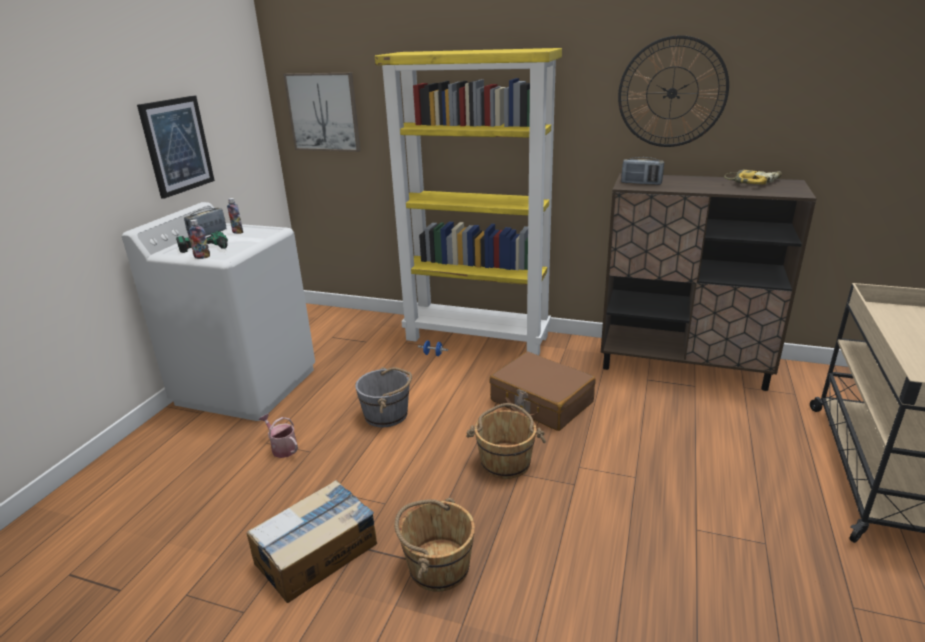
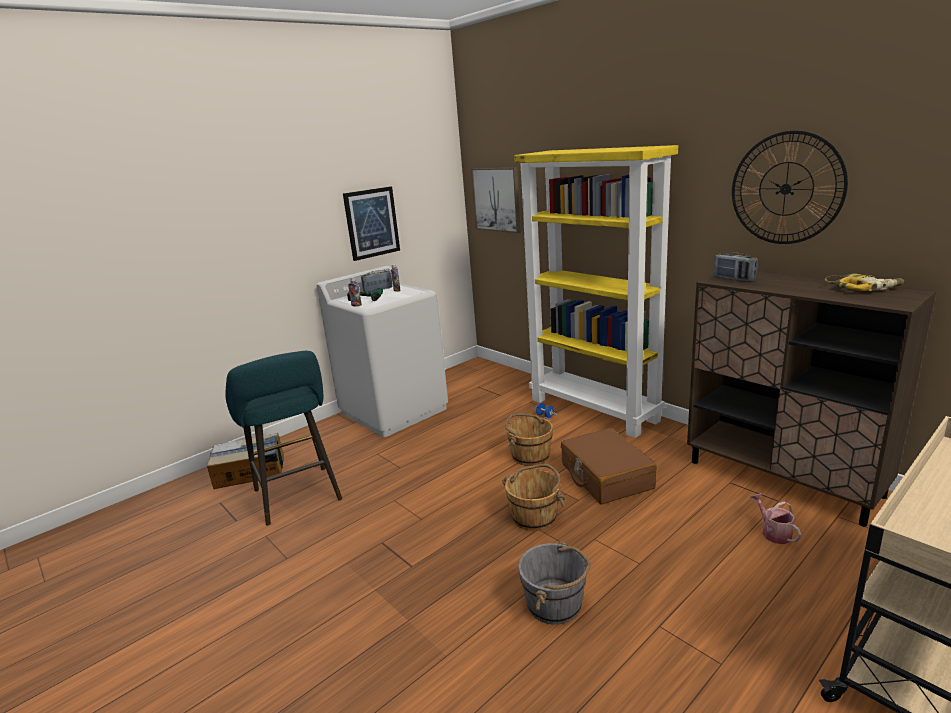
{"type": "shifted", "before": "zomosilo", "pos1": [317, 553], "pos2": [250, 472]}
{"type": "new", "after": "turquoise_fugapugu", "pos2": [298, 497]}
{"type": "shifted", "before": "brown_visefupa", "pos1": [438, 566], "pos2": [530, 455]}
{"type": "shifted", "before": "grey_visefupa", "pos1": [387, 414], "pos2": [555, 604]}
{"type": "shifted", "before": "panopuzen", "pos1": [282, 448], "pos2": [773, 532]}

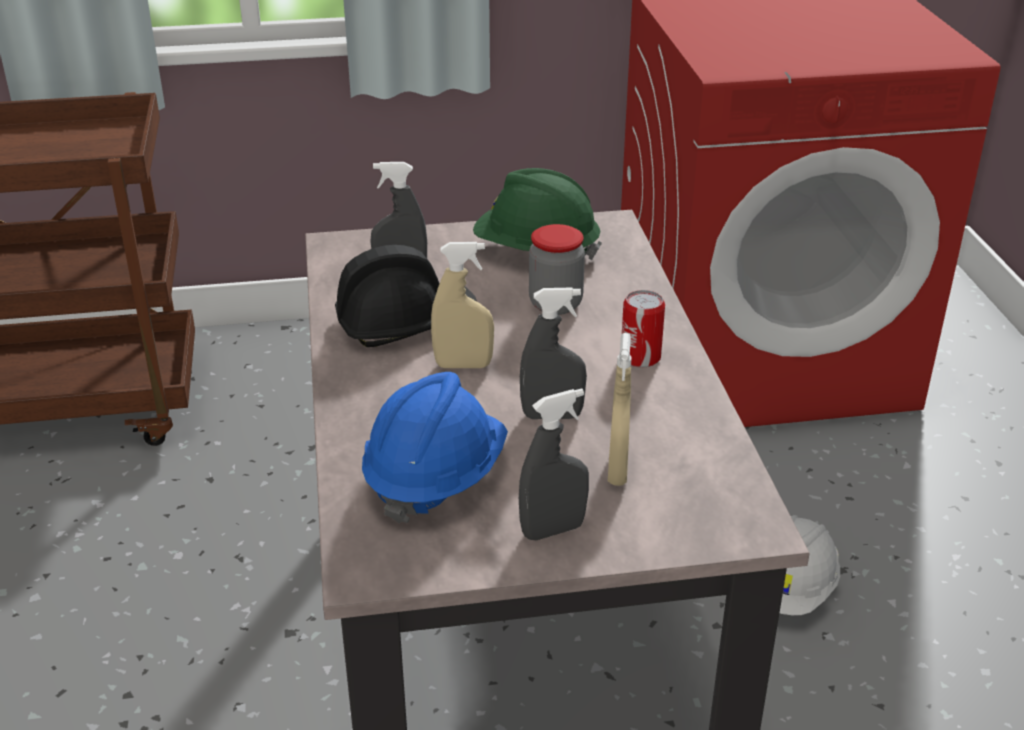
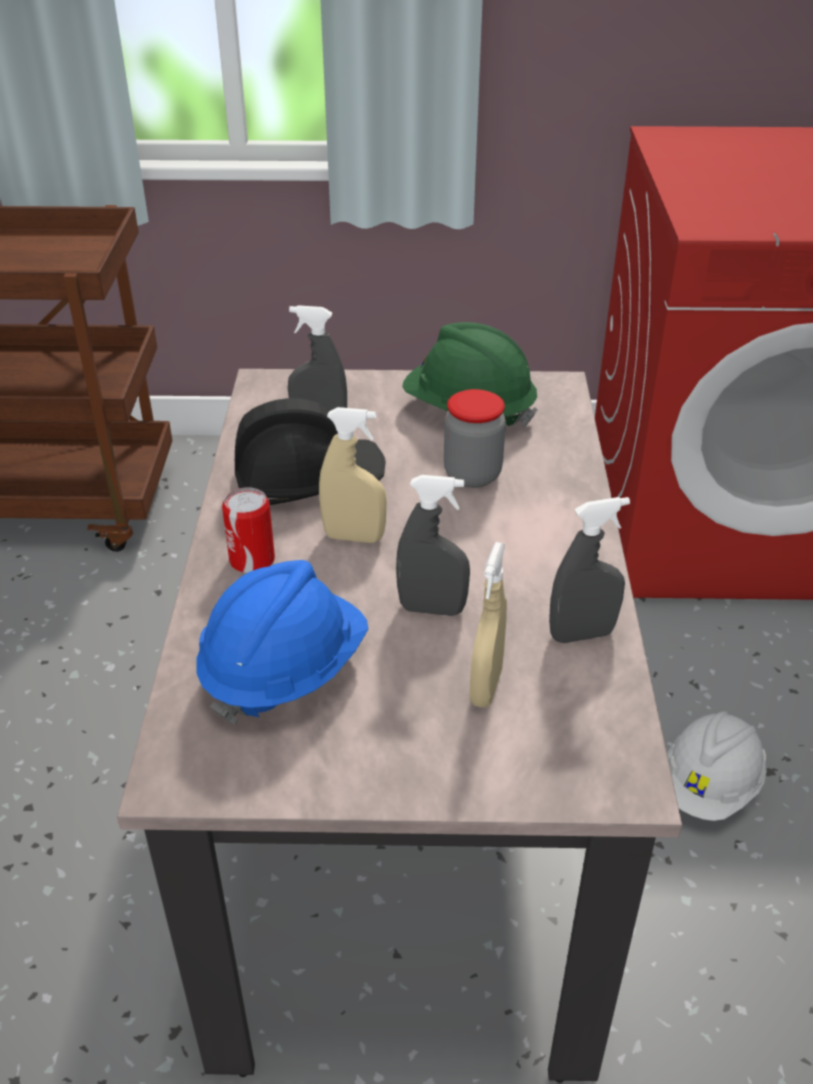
{"type": "shifted", "before": "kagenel", "pos1": [640, 357], "pos2": [252, 560]}
{"type": "shifted", "before": "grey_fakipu", "pos1": [553, 530], "pos2": [582, 634]}

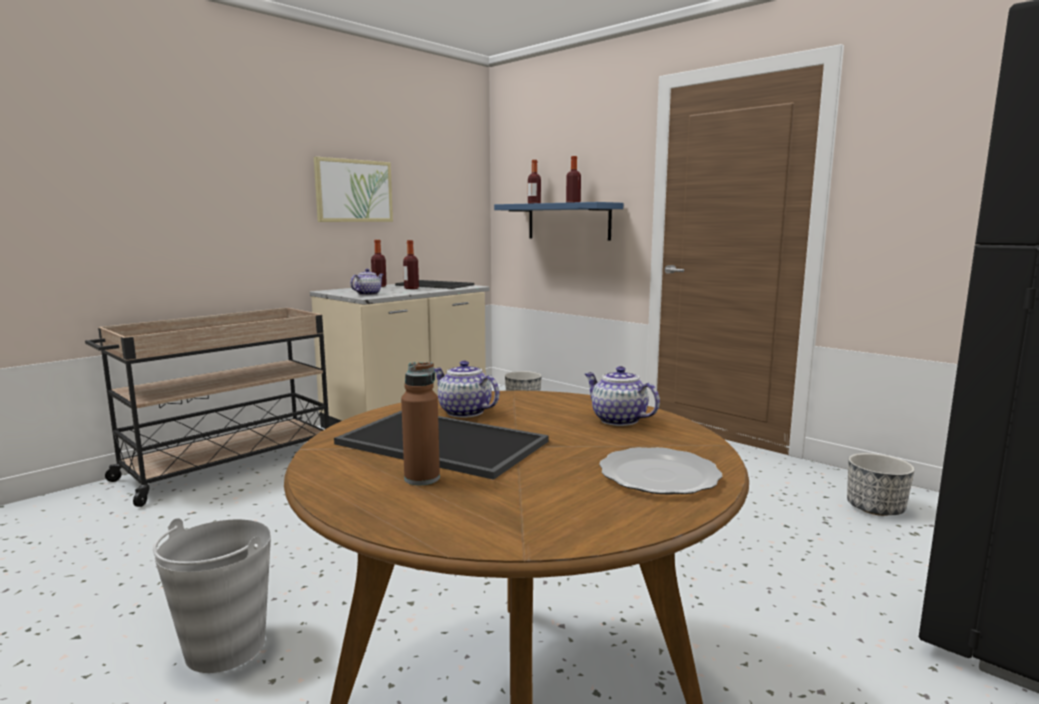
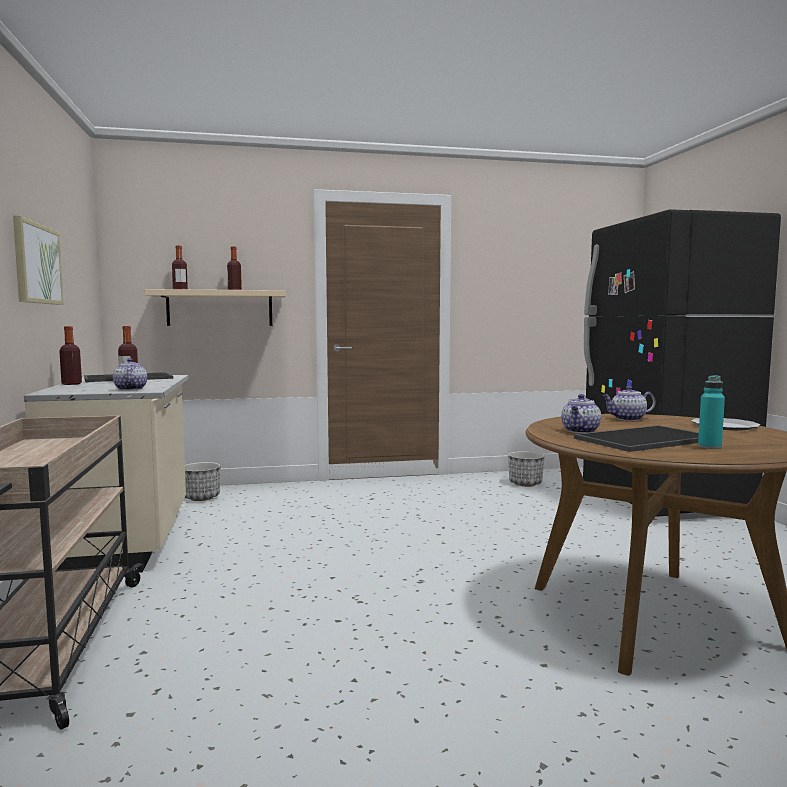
{"type": "repainted", "before": "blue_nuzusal", "after": "beige_nuzusal", "pos1": [568, 221], "pos2": [220, 308]}
{"type": "rotated", "before": "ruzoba", "pos1": [463, 412], "pos2": [580, 431], "turn": -45}
{"type": "repainted", "before": "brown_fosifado", "after": "turquoise_fosifado", "pos1": [422, 478], "pos2": [709, 447]}
{"type": "gone", "before": "grey_visefupa", "pos1": [224, 648]}

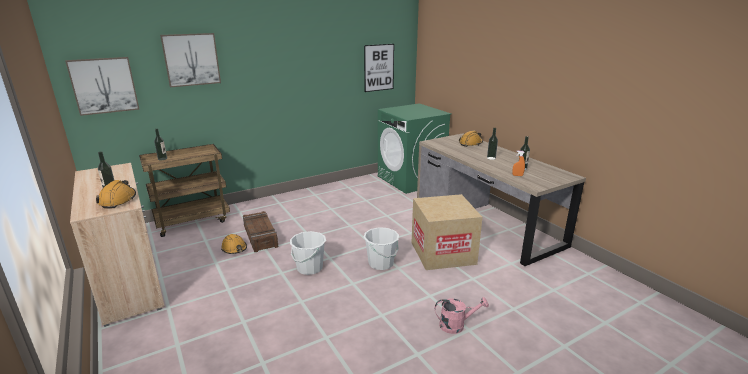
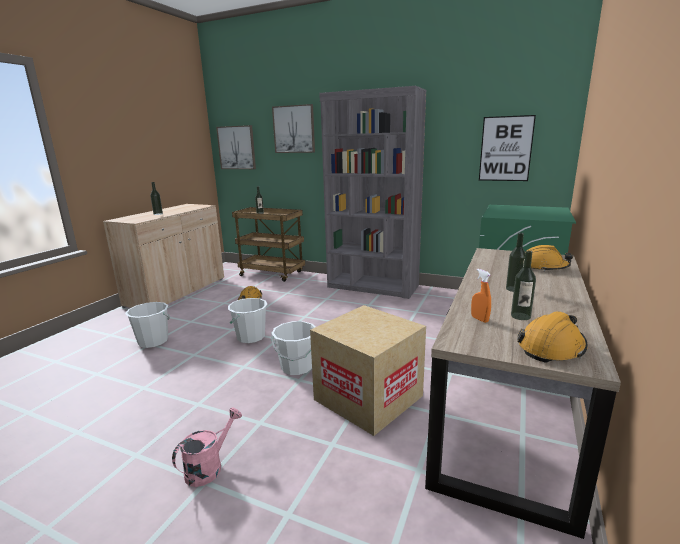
{"type": "new", "after": "white_visefupa", "pos2": [153, 341]}
{"type": "rotated", "before": "pink_panopuzen", "pos1": [456, 325], "pos2": [209, 467], "turn": -105}
{"type": "new", "after": "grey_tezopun", "pos2": [373, 286]}
{"type": "shifted", "before": "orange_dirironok", "pos1": [118, 200], "pos2": [551, 348]}
{"type": "gone", "before": "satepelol", "pos1": [261, 236]}

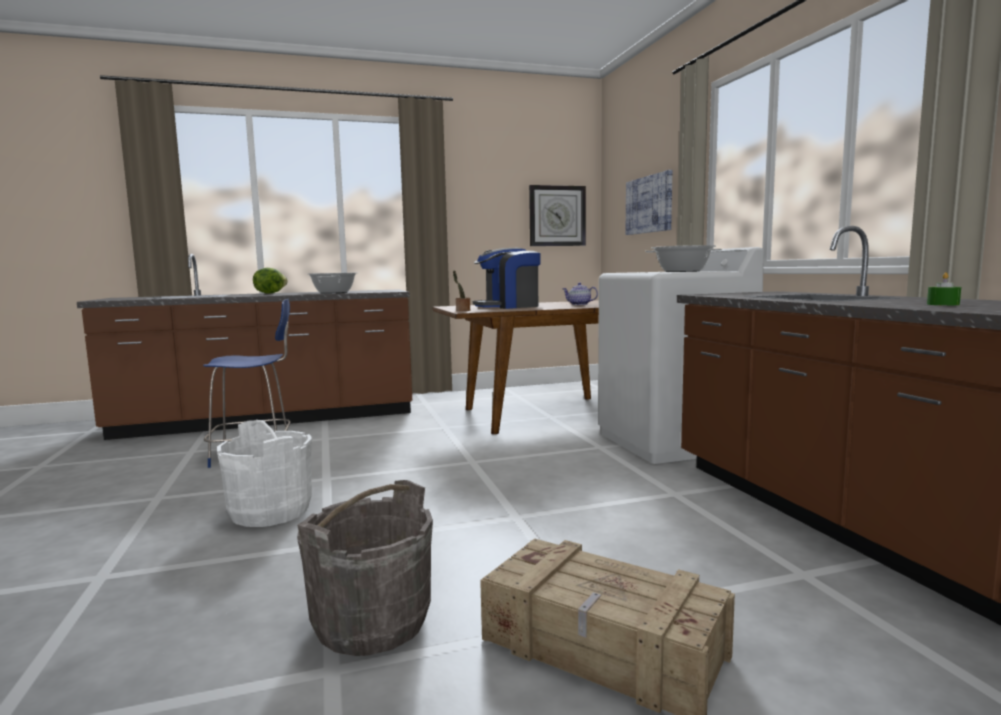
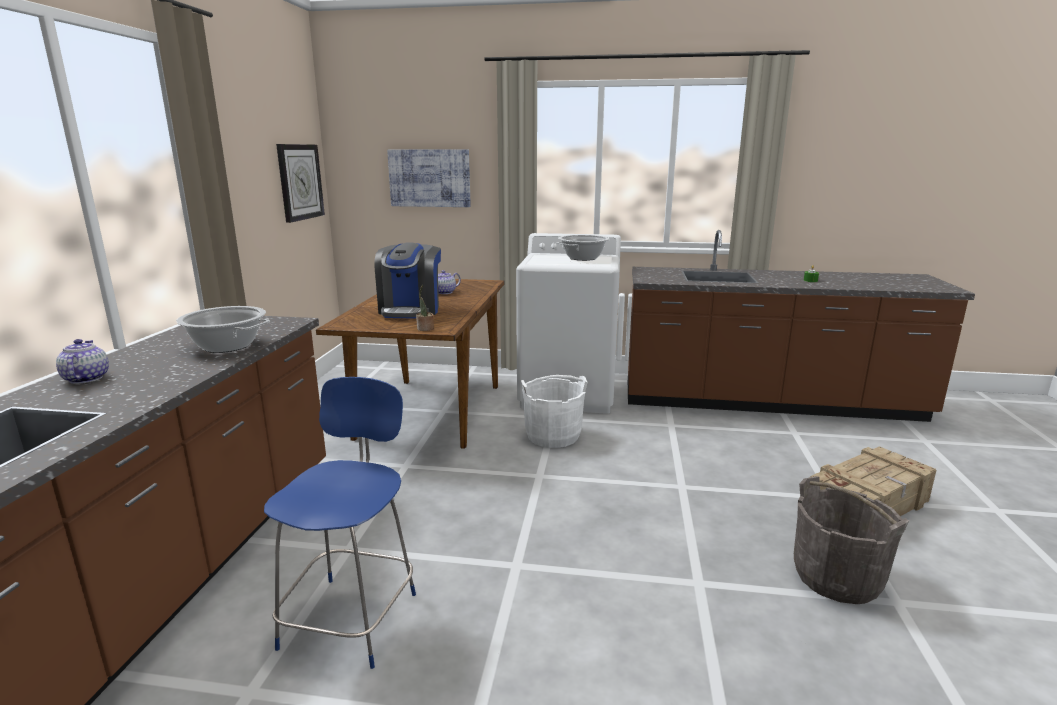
{"type": "swapped", "before": "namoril", "after": "ruzoba", "pos1": [270, 293], "pos2": [86, 378]}
{"type": "shifted", "before": "white_visefupa", "pos1": [270, 511], "pos2": [553, 436]}

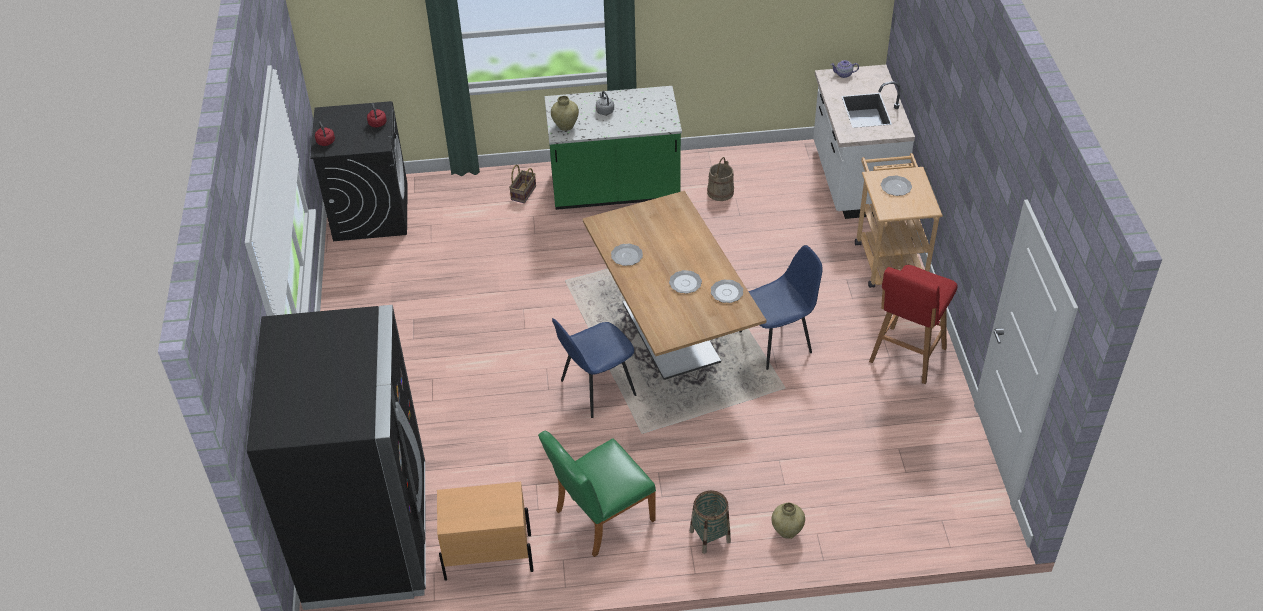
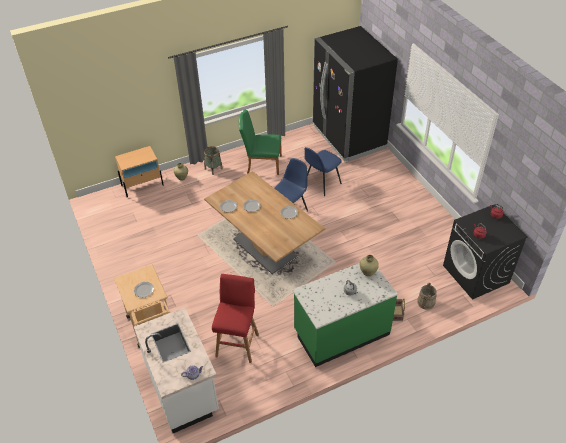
{"type": "shifted", "before": "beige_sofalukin", "pos1": [487, 556], "pos2": [142, 185]}
{"type": "shifted", "before": "red_fugapugu", "pos1": [906, 357], "pos2": [238, 344]}
{"type": "rotated", "before": "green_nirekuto", "pos1": [599, 518], "pos2": [261, 164], "turn": -120}
{"type": "shifted", "before": "blue_nirekuto", "pos1": [777, 341], "pos2": [321, 183]}
{"type": "shifted", "before": "beige_visefupa", "pos1": [720, 192], "pos2": [426, 302]}

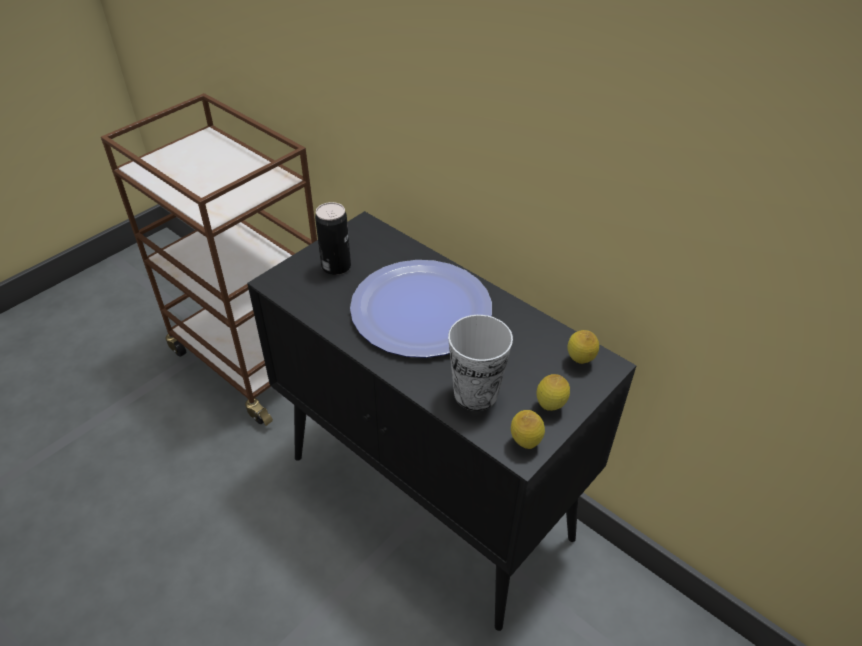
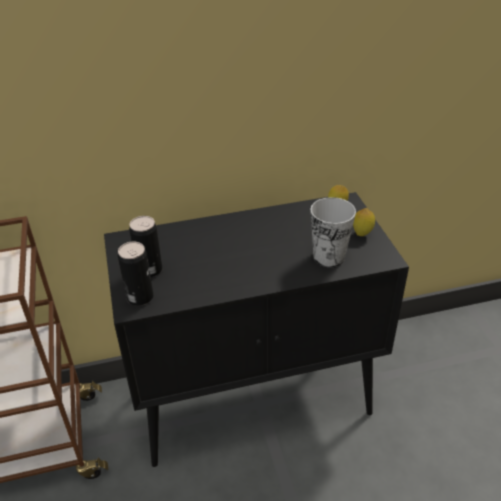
{"type": "new", "after": "kagenel", "pos2": [140, 297]}
{"type": "gone", "before": "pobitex", "pos1": [421, 310]}
{"type": "gone", "before": "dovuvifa", "pos1": [525, 443]}

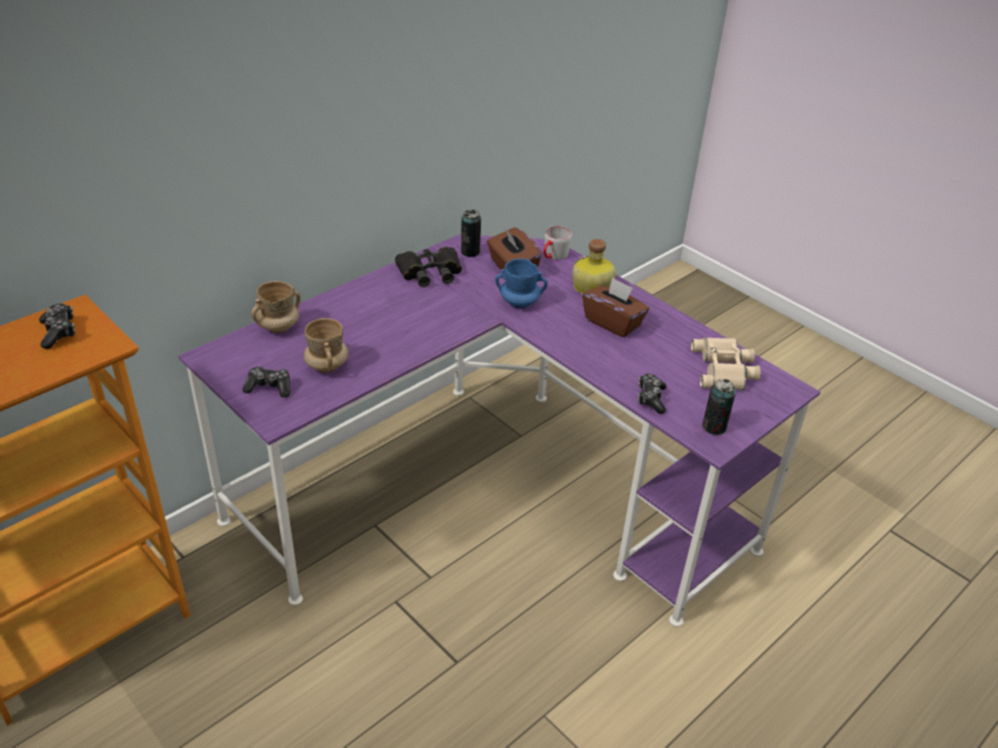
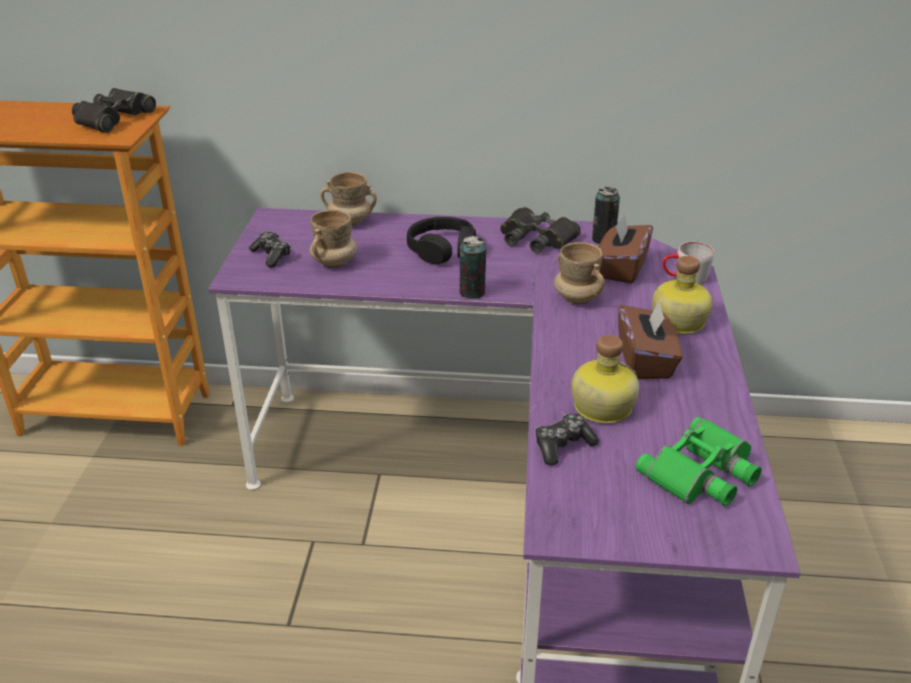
{"type": "swapped", "before": "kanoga", "after": "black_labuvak", "pos1": [59, 332], "pos2": [113, 118]}
{"type": "new", "after": "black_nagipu", "pos2": [442, 250]}
{"type": "shifted", "before": "kagenel", "pos1": [714, 427], "pos2": [472, 293]}
{"type": "repainted", "before": "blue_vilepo", "after": "beige_vilepo", "pos1": [520, 302], "pos2": [578, 298]}
{"type": "new", "after": "fosifado", "pos2": [600, 407]}
{"type": "repainted", "before": "beige_labuvak", "after": "green_labuvak", "pos1": [725, 369], "pos2": [703, 473]}

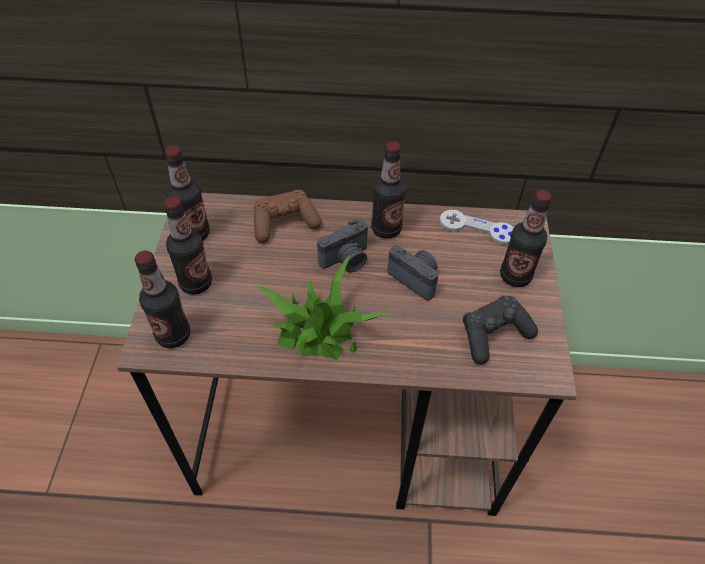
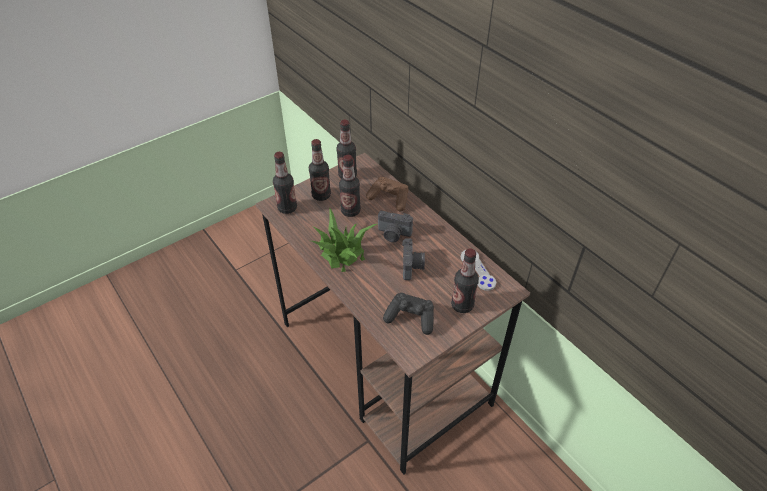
{"type": "shifted", "before": "fosifado", "pos1": [386, 229], "pos2": [350, 211]}

